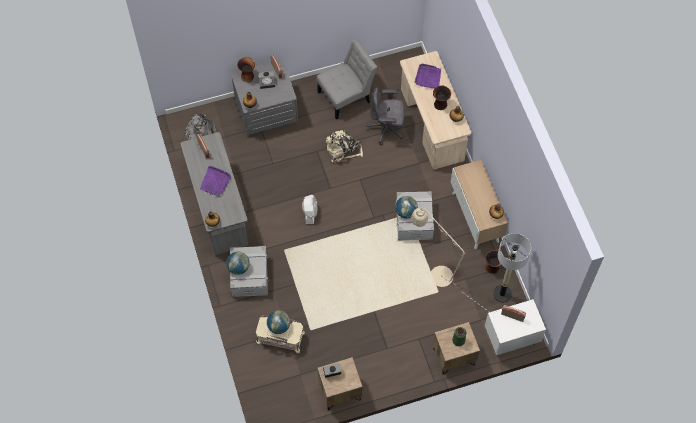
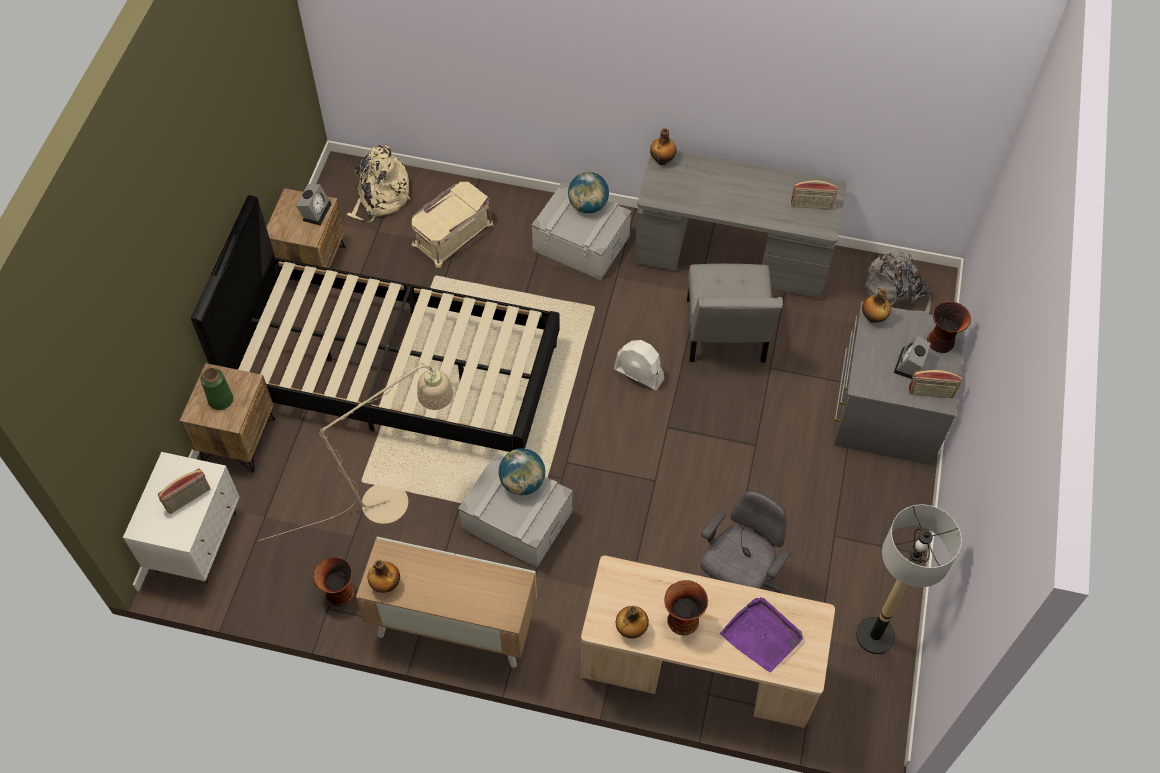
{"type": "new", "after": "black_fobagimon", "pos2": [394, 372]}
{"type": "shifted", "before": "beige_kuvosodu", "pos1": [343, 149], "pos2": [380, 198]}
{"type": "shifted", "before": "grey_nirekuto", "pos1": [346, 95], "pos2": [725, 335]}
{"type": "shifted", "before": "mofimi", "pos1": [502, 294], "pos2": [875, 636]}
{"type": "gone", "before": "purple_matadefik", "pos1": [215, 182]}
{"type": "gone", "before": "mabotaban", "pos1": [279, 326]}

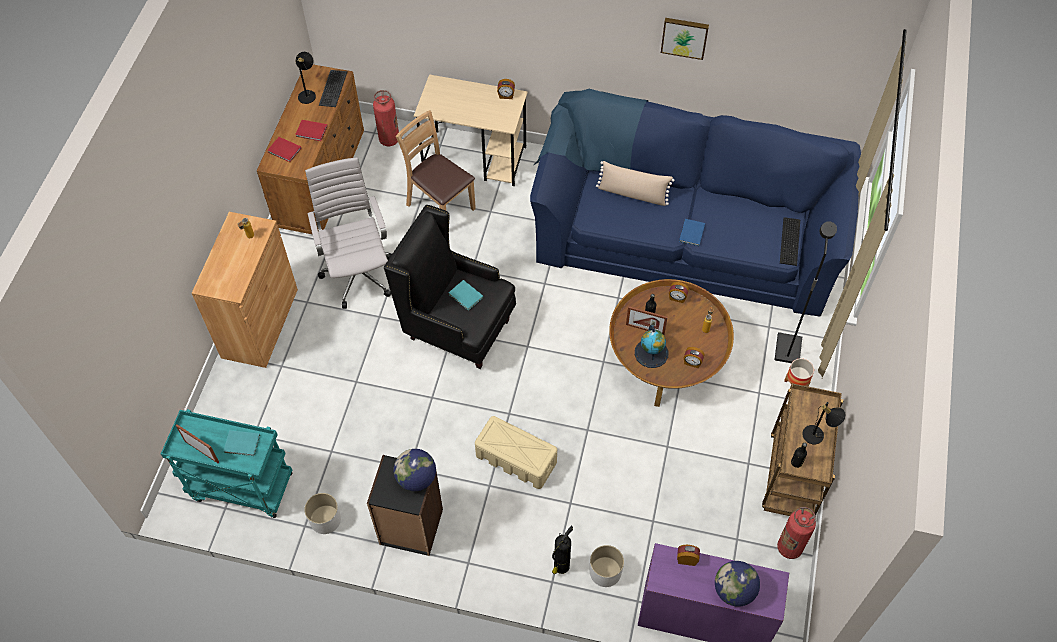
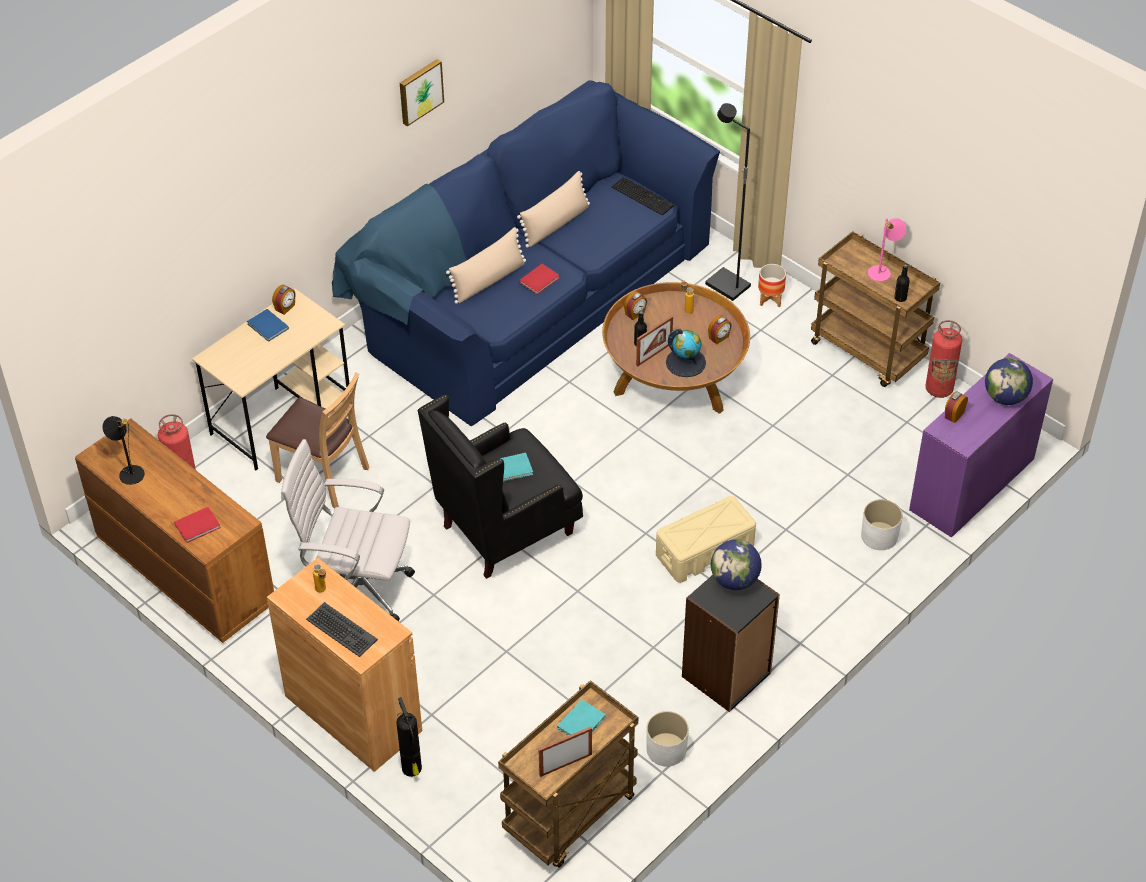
{"type": "shifted", "before": "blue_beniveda", "pos1": [691, 234], "pos2": [268, 327]}
{"type": "rotated", "before": "brown_nirekuto", "pos1": [440, 206], "pos2": [323, 476], "turn": -135}
{"type": "shifted", "before": "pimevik", "pos1": [332, 88], "pos2": [341, 630]}
{"type": "shifted", "before": "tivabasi", "pos1": [561, 567], "pos2": [412, 769]}
{"type": "repainted", "before": "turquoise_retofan", "after": "brown_retofan", "pos1": [240, 487], "pos2": [570, 816]}
{"type": "new", "after": "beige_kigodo", "pos2": [555, 224]}
{"type": "shifted", "before": "red_beniveda", "pos1": [312, 132], "pos2": [540, 280]}
{"type": "repainted", "before": "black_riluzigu", "after": "pink_riluzigu", "pos1": [817, 436], "pos2": [883, 271]}

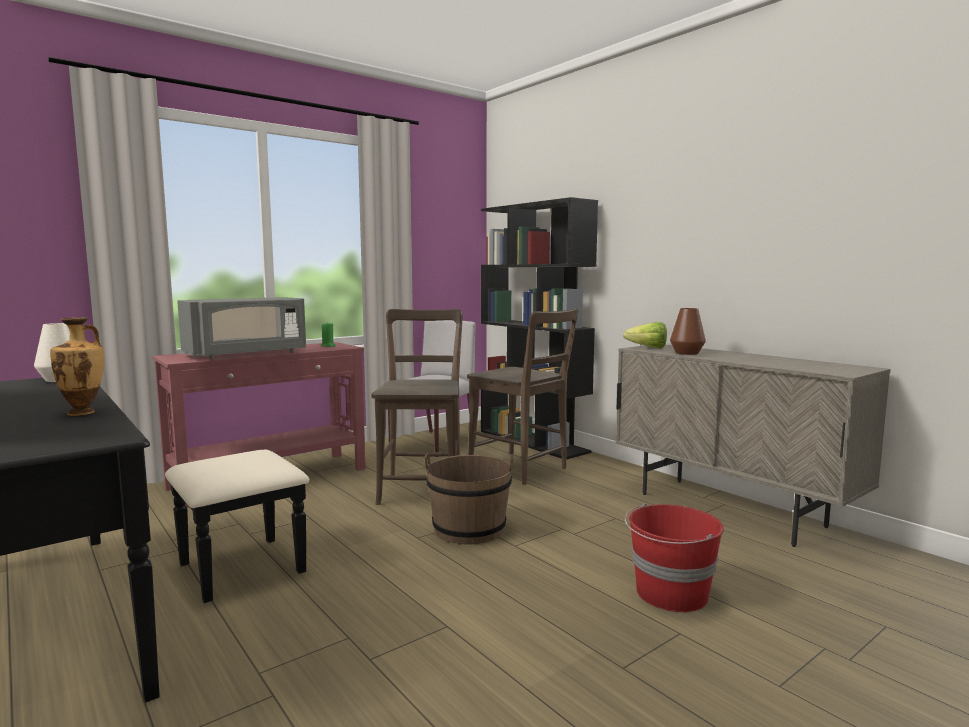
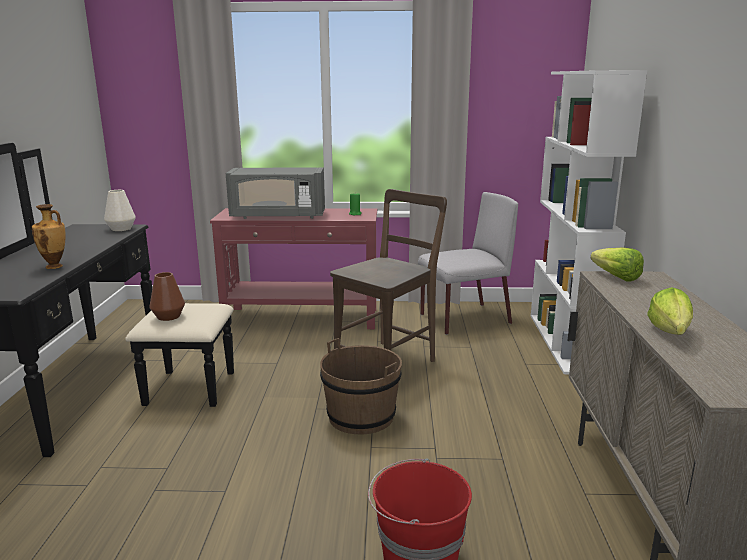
{"type": "shifted", "before": "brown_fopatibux", "pos1": [687, 353], "pos2": [168, 316]}
{"type": "repainted", "before": "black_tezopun", "after": "white_tezopun", "pos1": [533, 441], "pos2": [565, 342]}
{"type": "new", "after": "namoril", "pos2": [669, 335]}
{"type": "gone", "before": "brown_nirekuto", "pos1": [521, 469]}

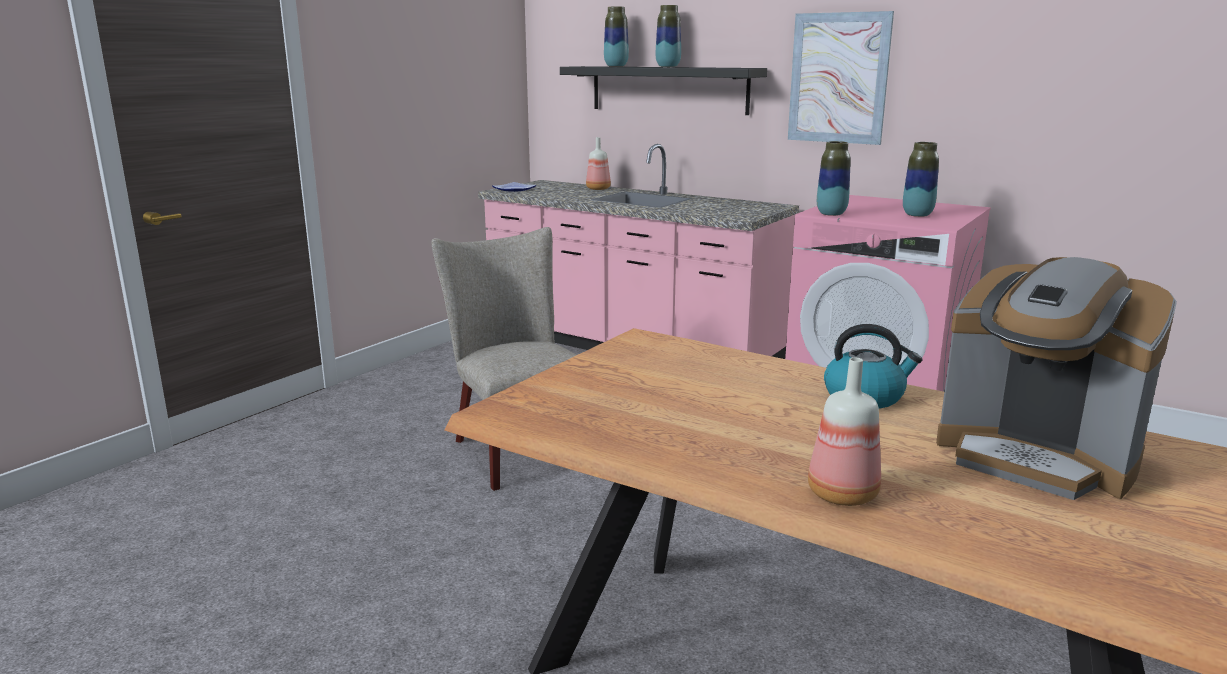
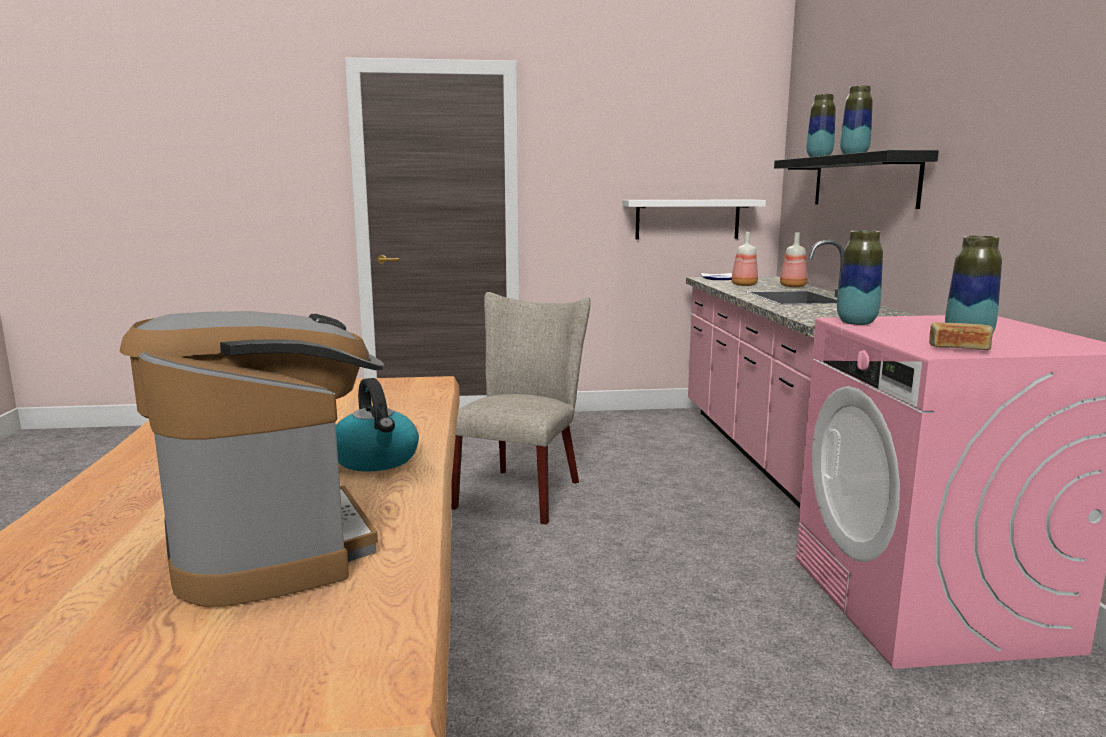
{"type": "rotated", "before": "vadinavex", "pos1": [1036, 457], "pos2": [272, 545], "turn": 150}
{"type": "new", "after": "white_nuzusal", "pos2": [687, 219]}
{"type": "shifted", "before": "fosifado", "pos1": [841, 496], "pos2": [743, 285]}
{"type": "new", "after": "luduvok", "pos2": [959, 349]}
{"type": "gone", "before": "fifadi", "pos1": [838, 78]}

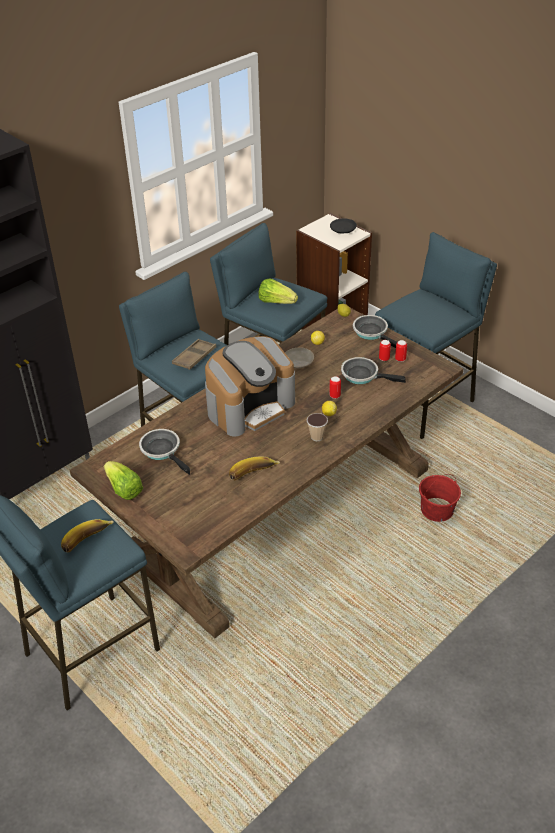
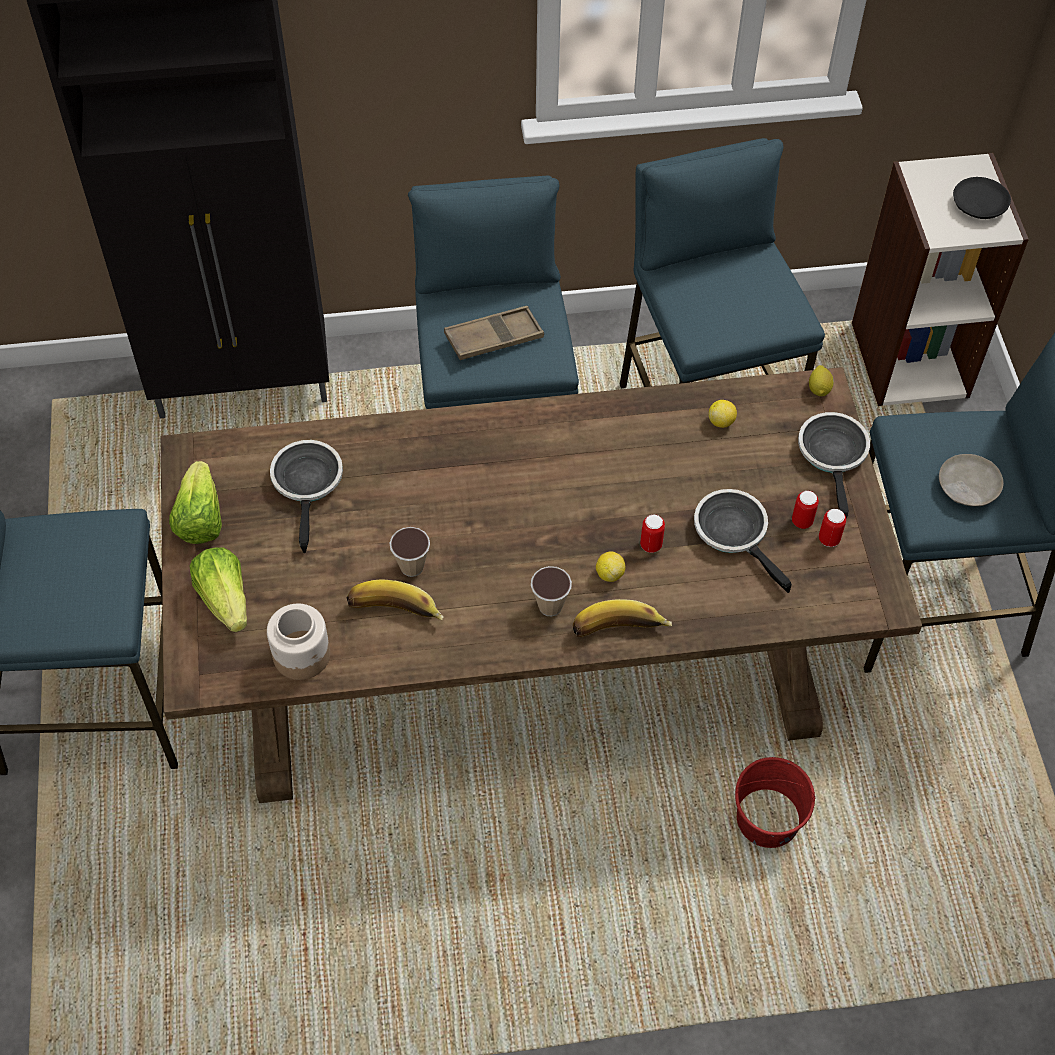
{"type": "shifted", "before": "namoril", "pos1": [276, 302], "pos2": [225, 599]}
{"type": "new", "after": "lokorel", "pos2": [302, 655]}
{"type": "new", "after": "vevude", "pos2": [412, 567]}
{"type": "shifted", "before": "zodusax", "pos1": [88, 542], "pos2": [619, 633]}
{"type": "shifted", "before": "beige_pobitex", "pos1": [298, 362], "pos2": [967, 487]}
{"type": "gone", "before": "vadinavex", "pos1": [250, 406]}

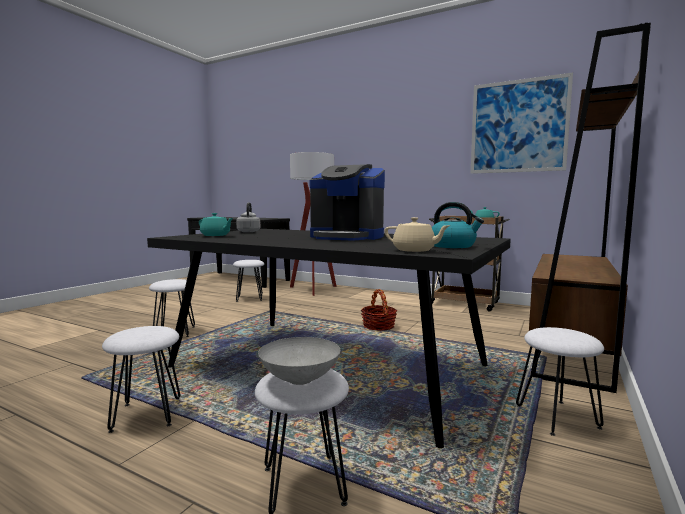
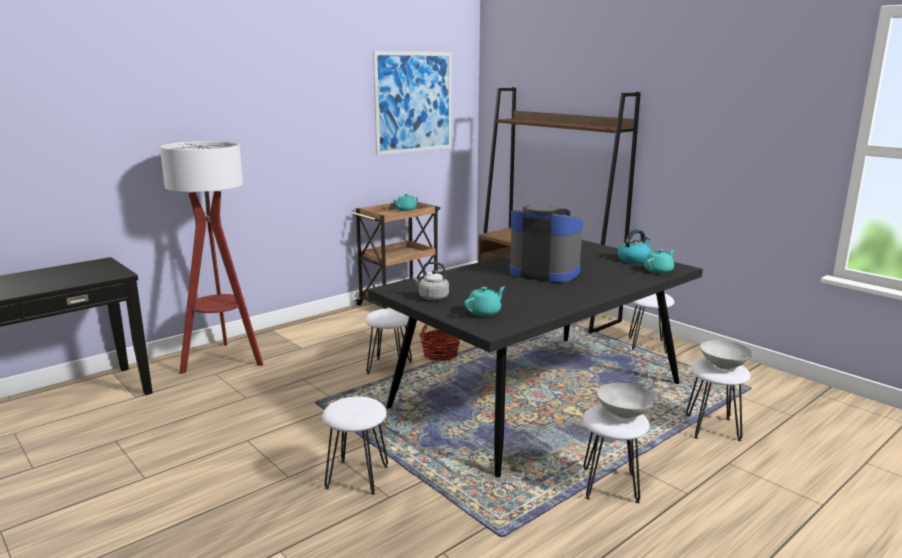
{"type": "shifted", "before": "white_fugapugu", "pos1": [250, 298], "pos2": [389, 367]}
{"type": "rotated", "before": "vadinavex", "pos1": [347, 237], "pos2": [544, 272], "turn": -105}
{"type": "new", "after": "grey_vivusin", "pos2": [624, 414]}
{"type": "repainted", "before": "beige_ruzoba", "after": "turquoise_ruzoba", "pos1": [414, 250], "pos2": [659, 271]}

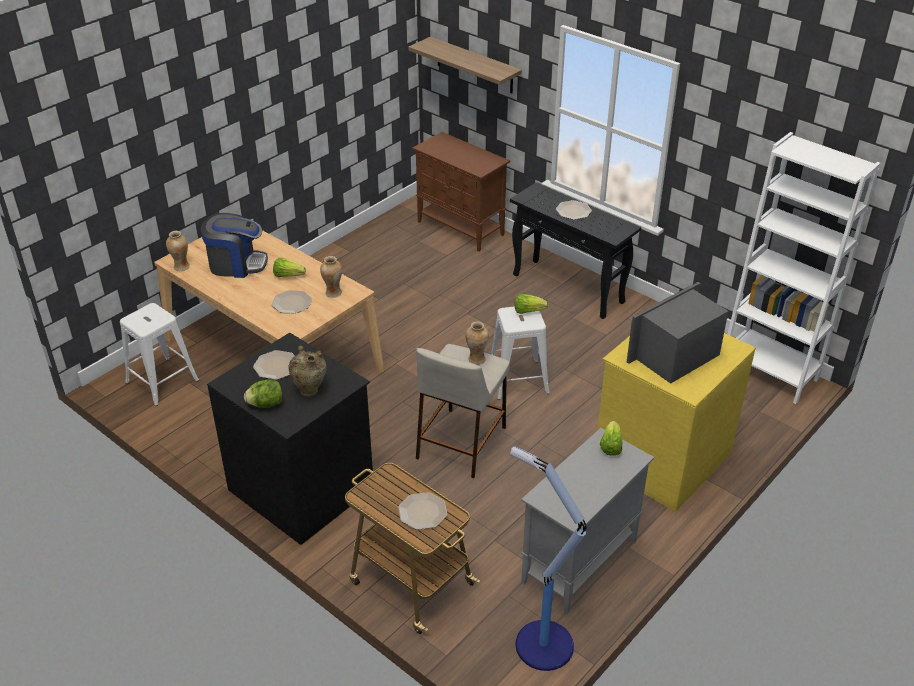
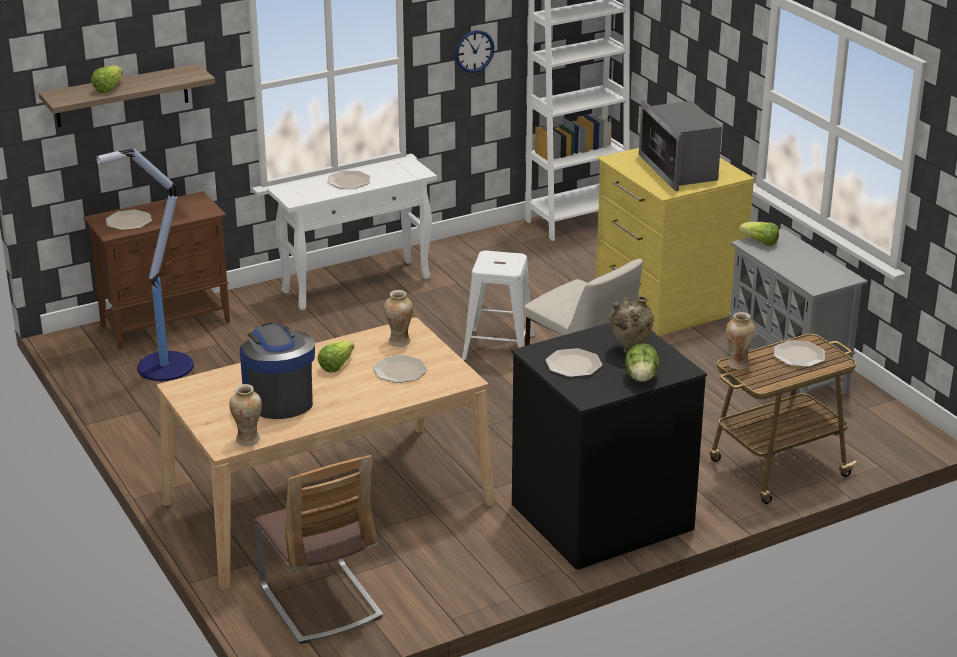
{"type": "shifted", "before": "namoril", "pos1": [528, 311], "pos2": [108, 88]}
{"type": "shifted", "before": "mofimi", "pos1": [541, 644], "pos2": [163, 367]}
{"type": "new", "after": "pobitex", "pos2": [128, 221]}
{"type": "rotated", "before": "vadinavex", "pos1": [236, 264], "pos2": [278, 398], "turn": -45}
{"type": "swapped", "before": "white_fugapugu", "after": "nirekuto", "pos1": [162, 381], "pos2": [320, 602]}
{"type": "repainted", "before": "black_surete", "after": "white_surete", "pos1": [569, 289], "pos2": [357, 284]}
{"type": "new", "after": "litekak", "pos2": [474, 51]}
{"type": "shifted", "before": "fopatibux", "pos1": [476, 359], "pos2": [738, 364]}

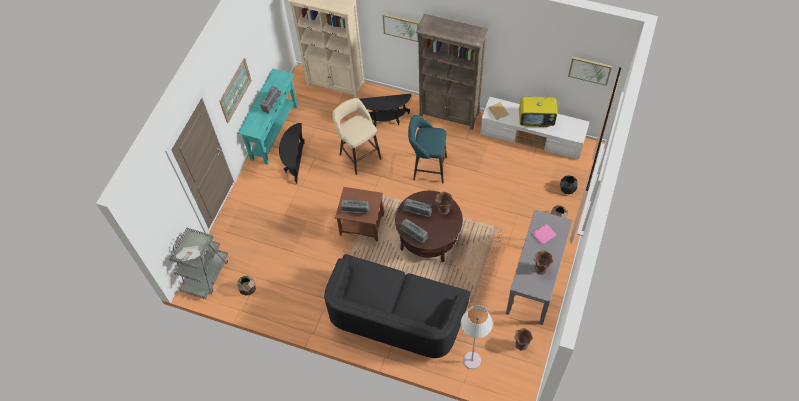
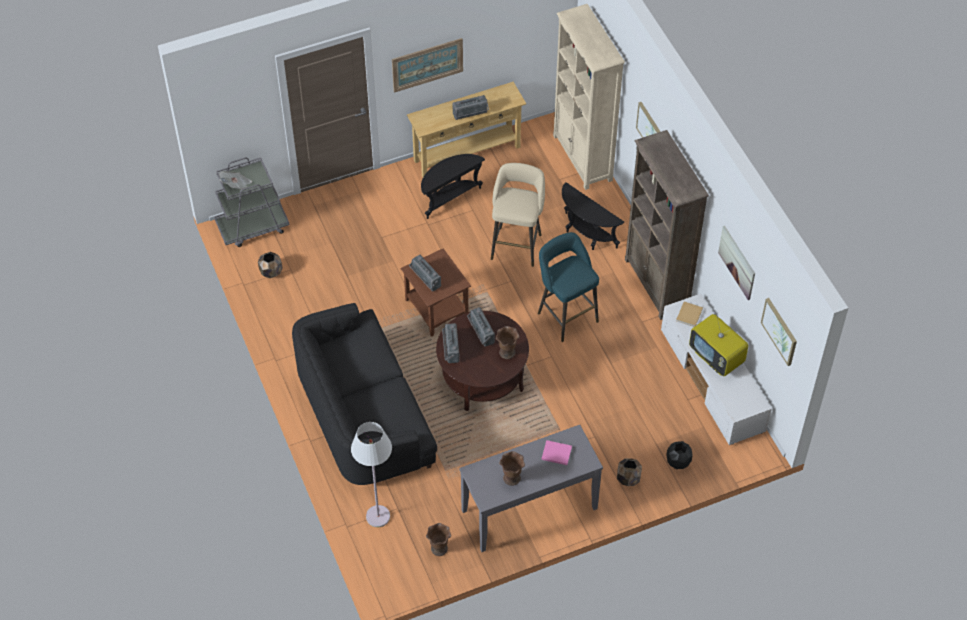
{"type": "repainted", "before": "turquoise_surete", "after": "beige_surete", "pos1": [274, 132], "pos2": [467, 153]}
{"type": "new", "after": "fifadi", "pos2": [737, 262]}

